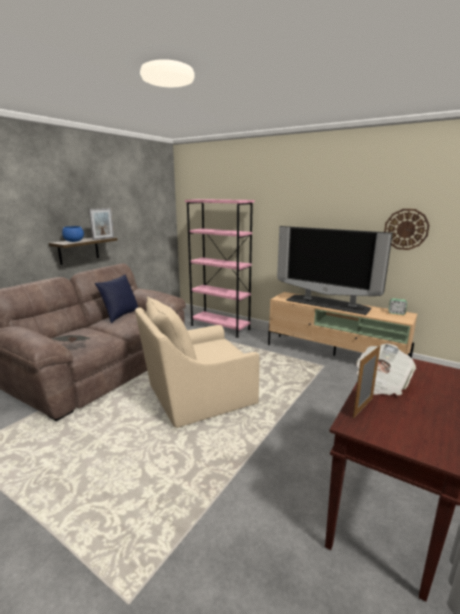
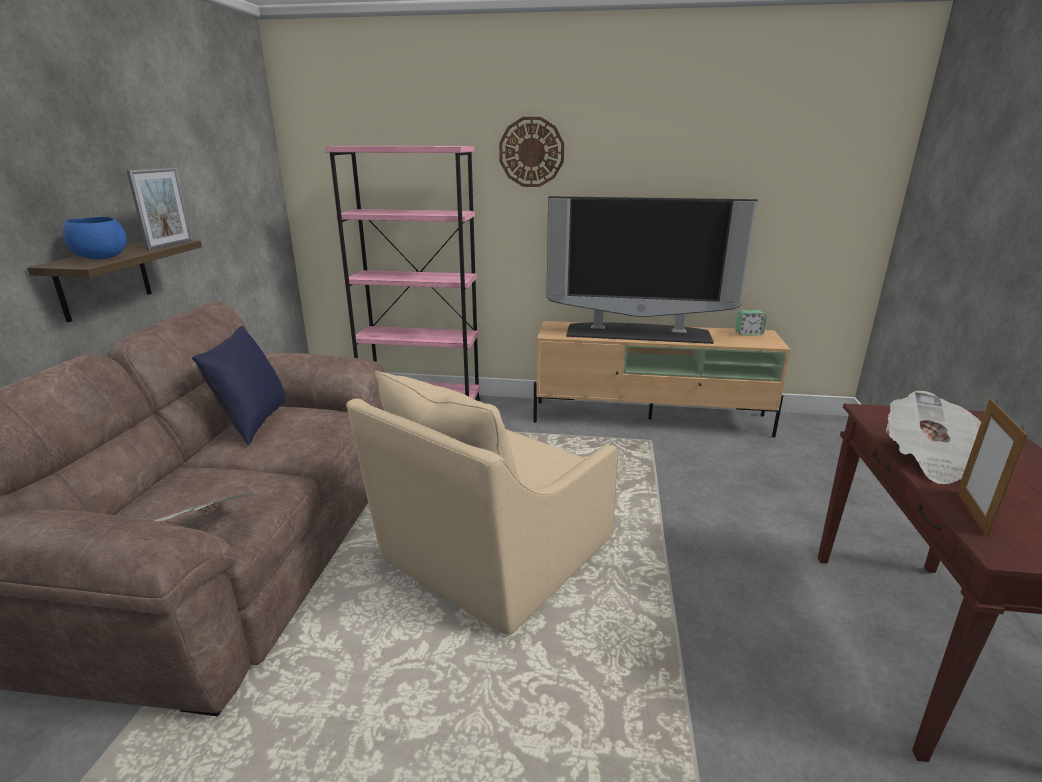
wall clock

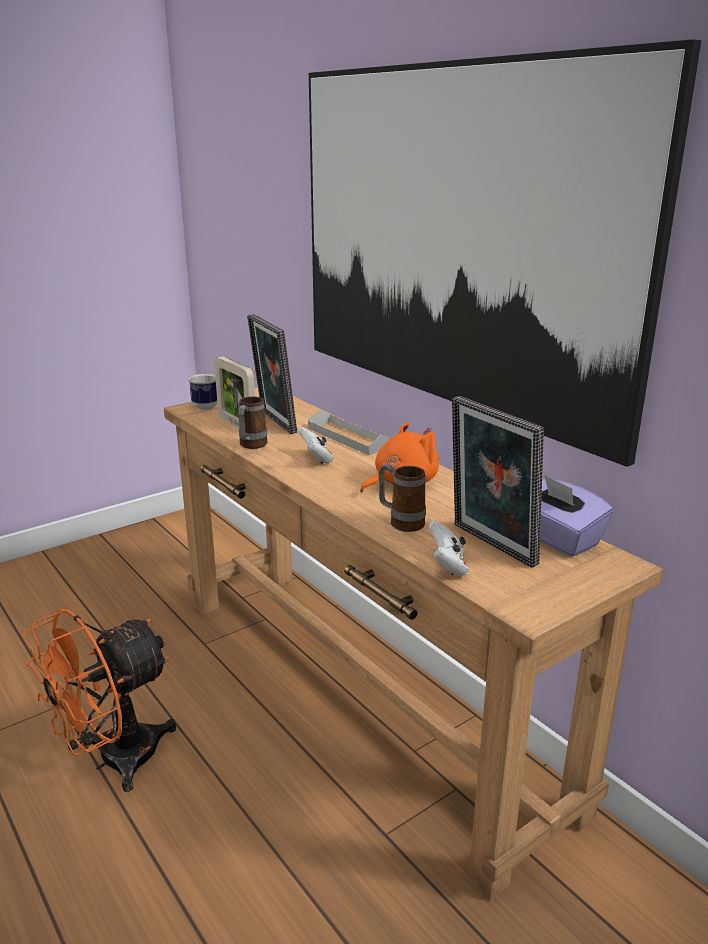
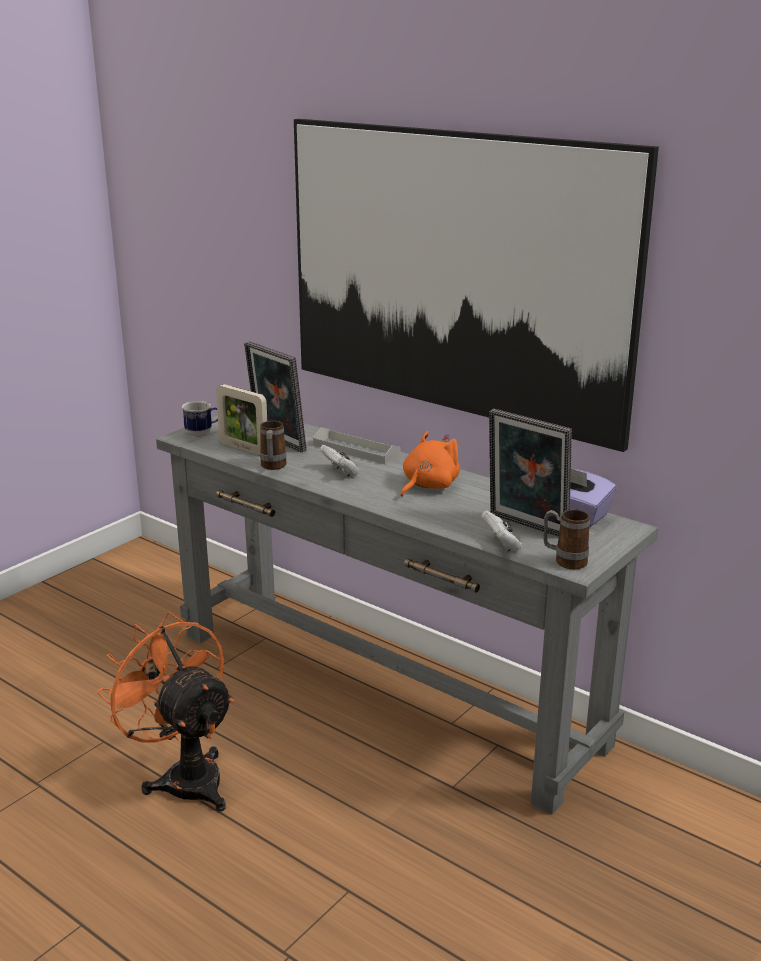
tea mug (3rd from left); grey narrow table; orangey electric fan

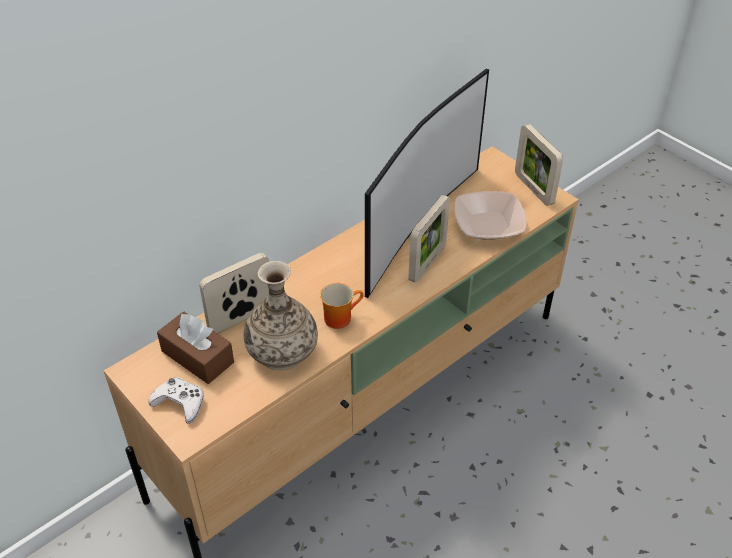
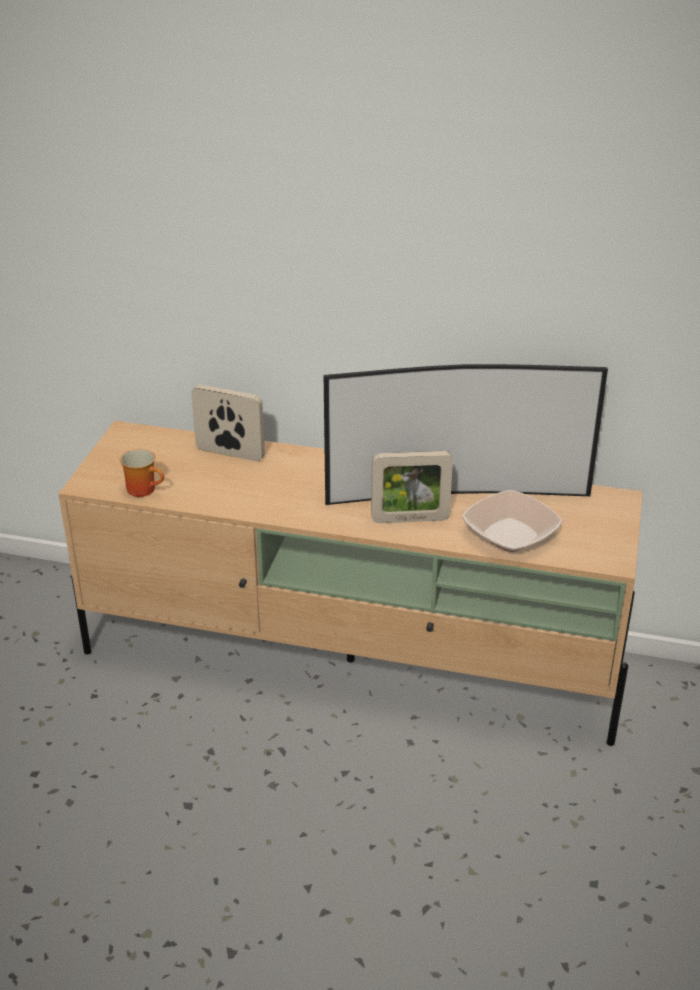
whitish gamepad; brown-coloured tissue box; decorative vase; picture frame (3rd from left in the first image); tea mug

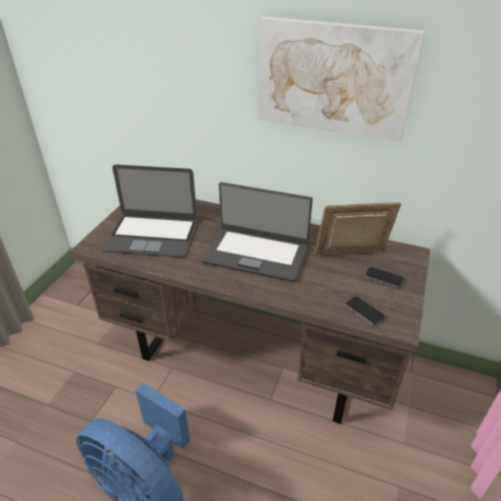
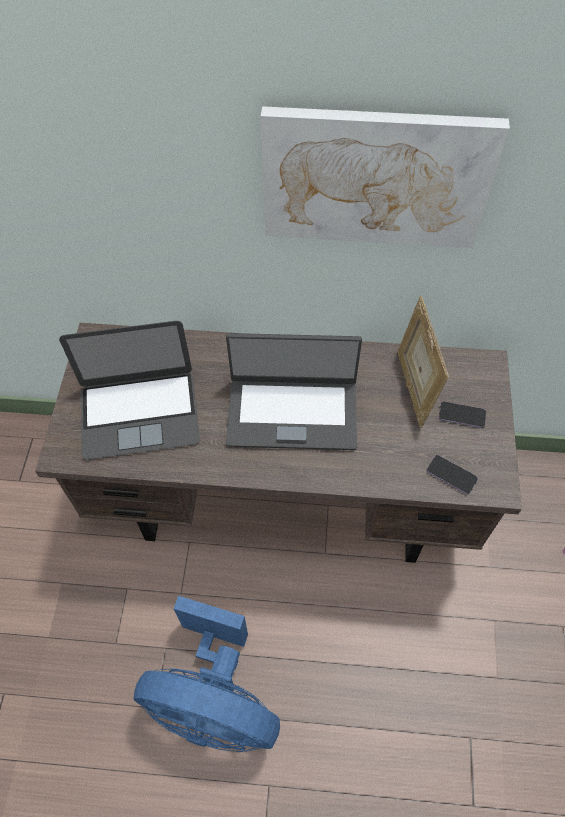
picture frame

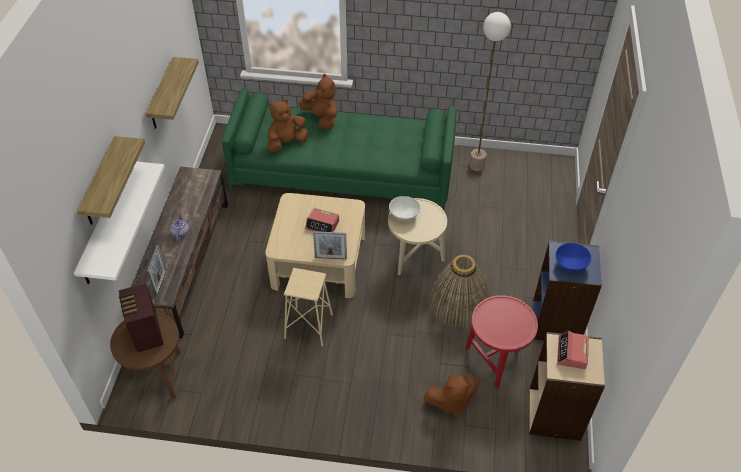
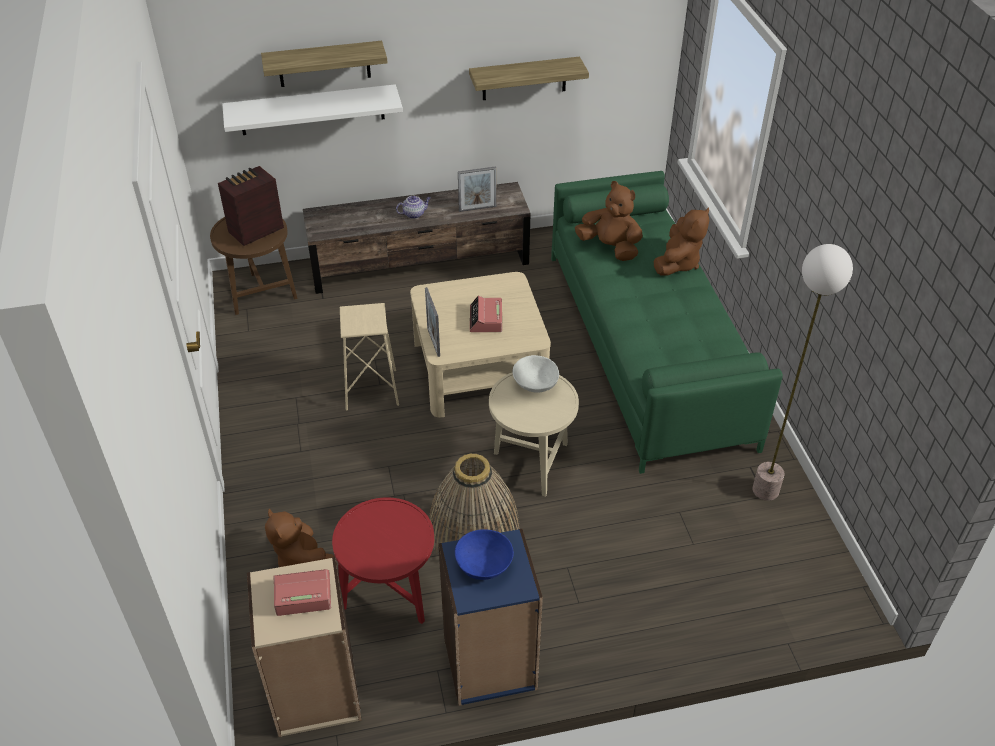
picture frame (2nd from left)

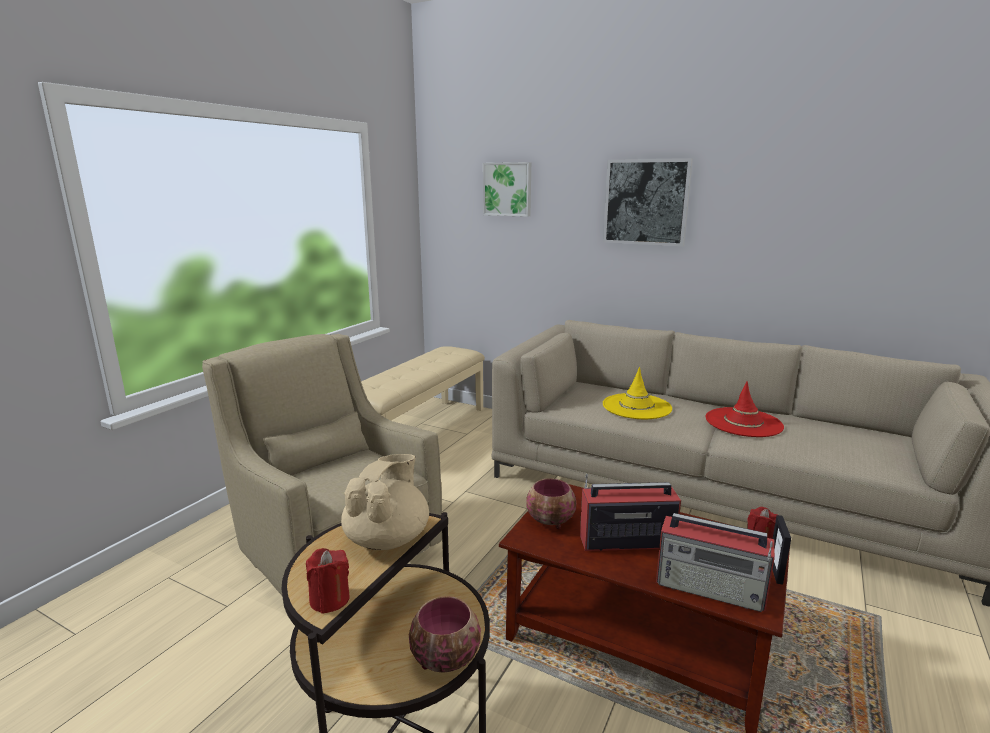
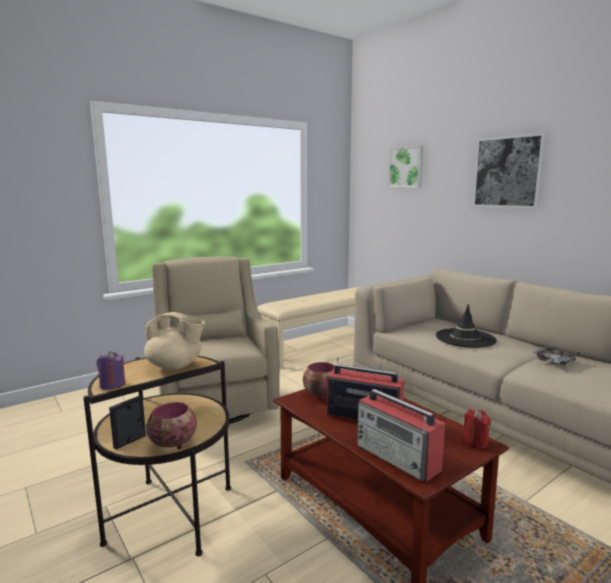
picture frame; grey tray; purple candle; blackish clothing hat; beige teapot

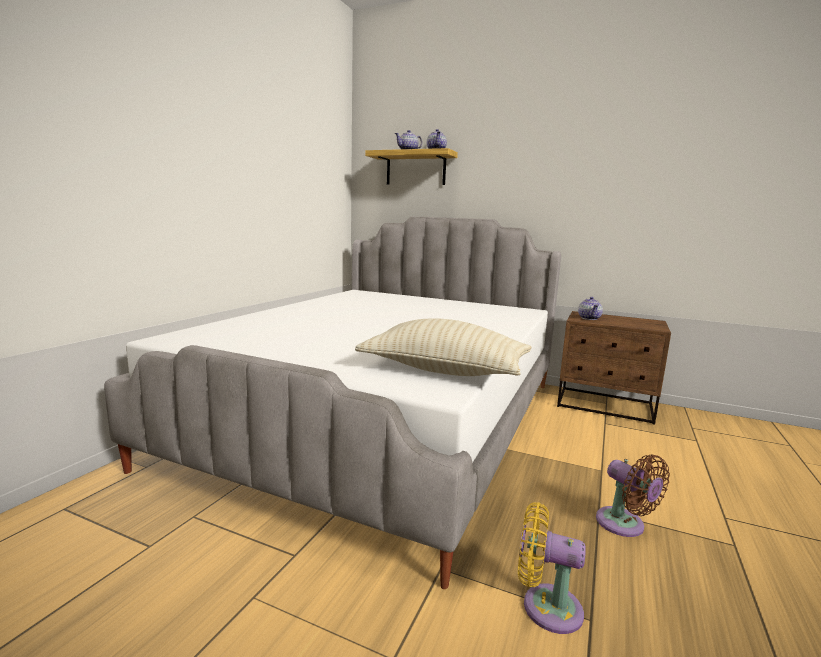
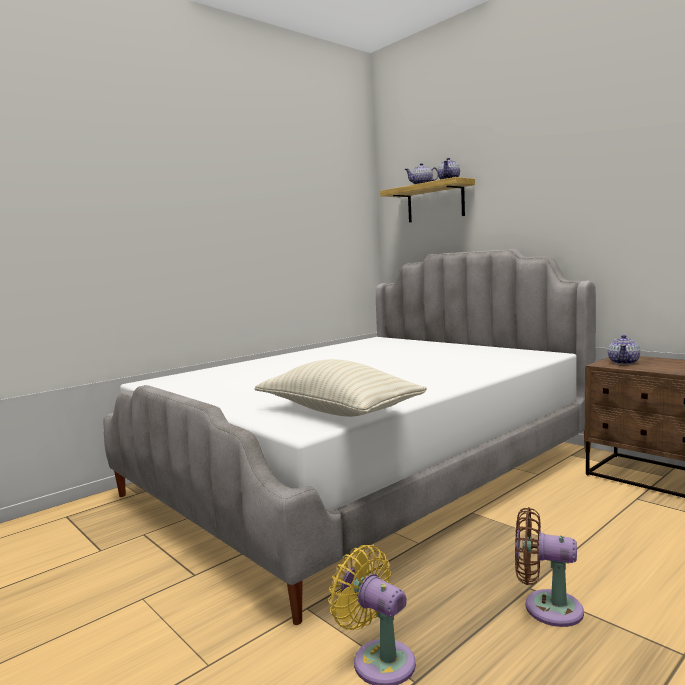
brown-coloured electric fan

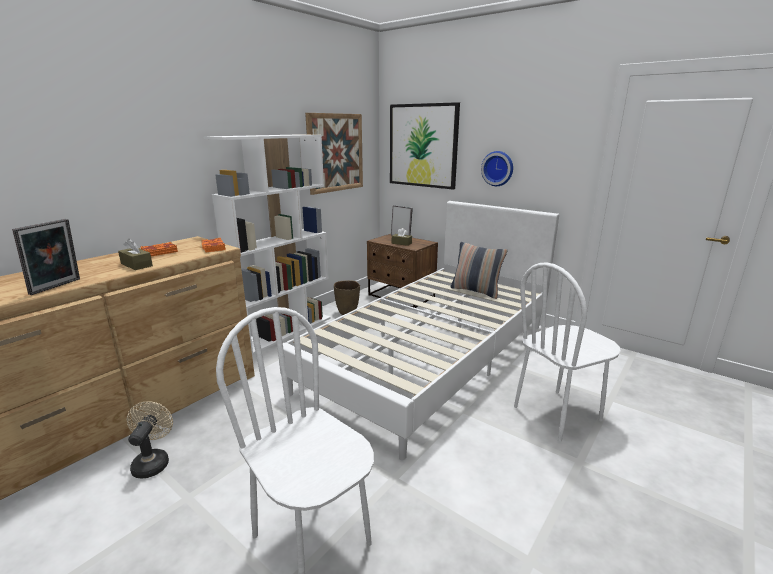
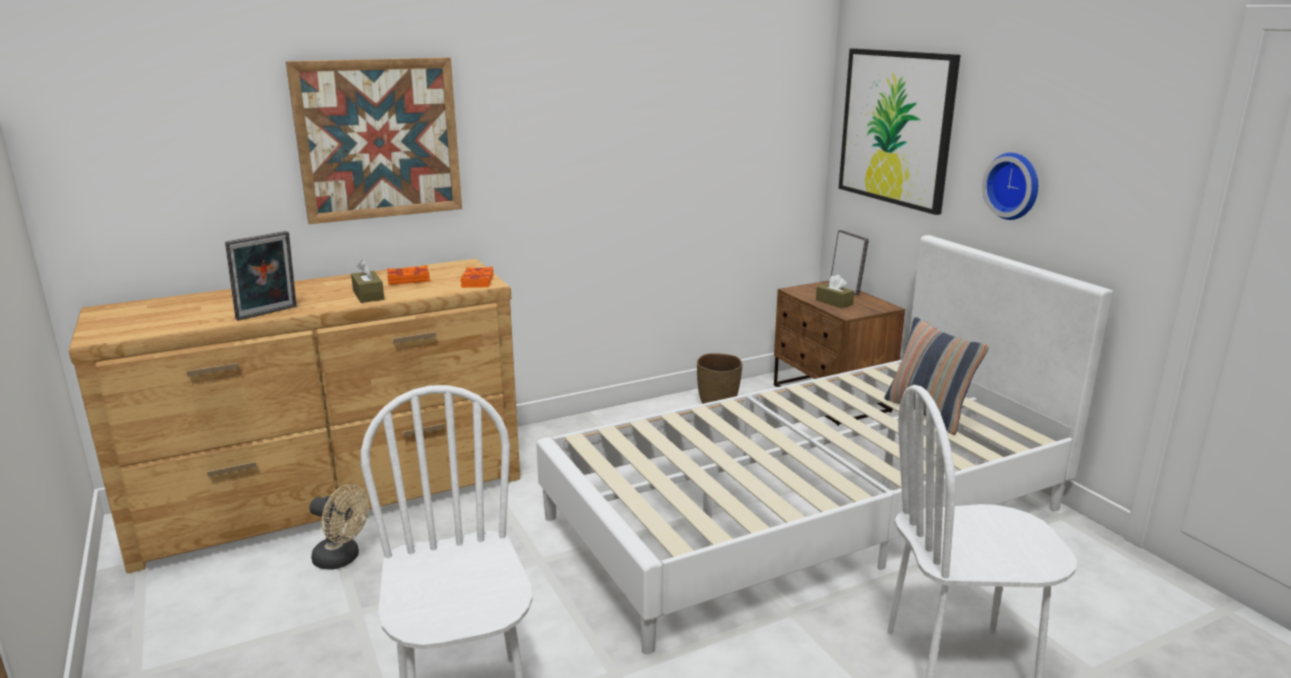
whitish bookshelf; picture (1st from left); beige electric fan

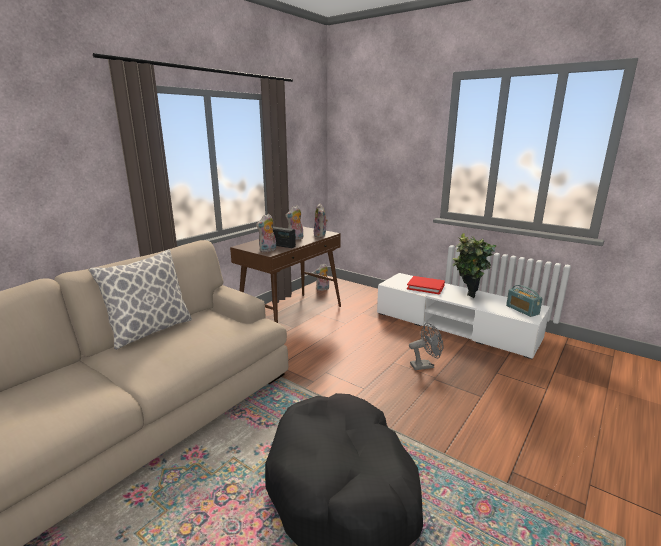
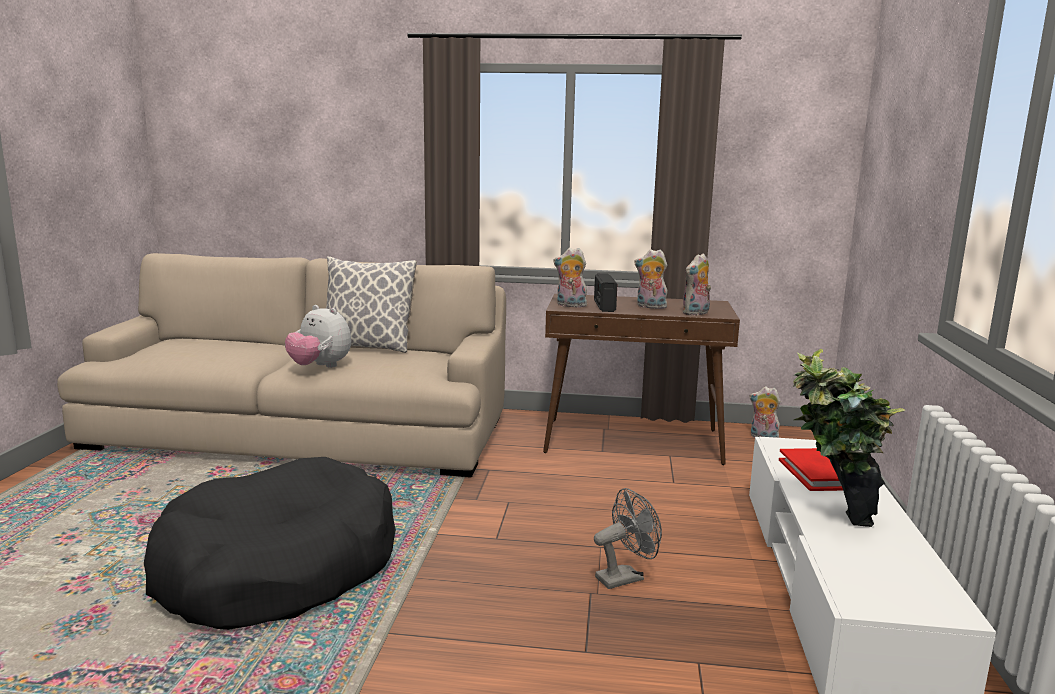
radio (2nd from left in the first image); plush toy (1st from left); grey electric fan

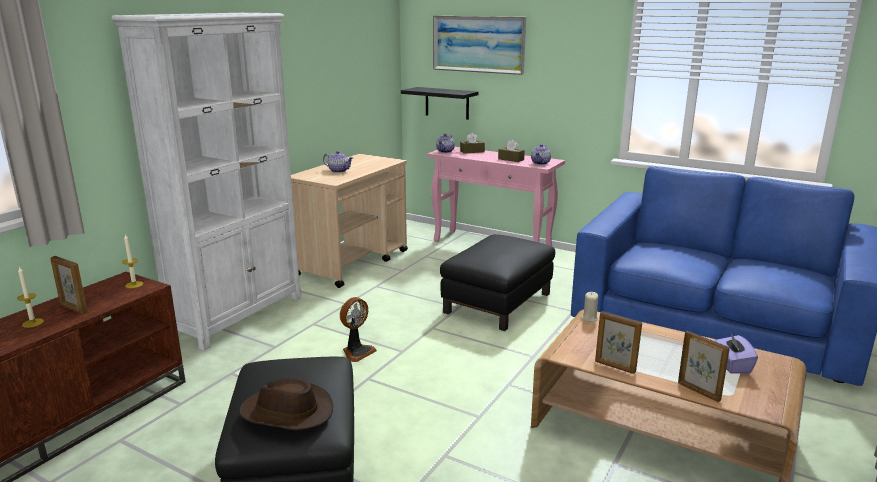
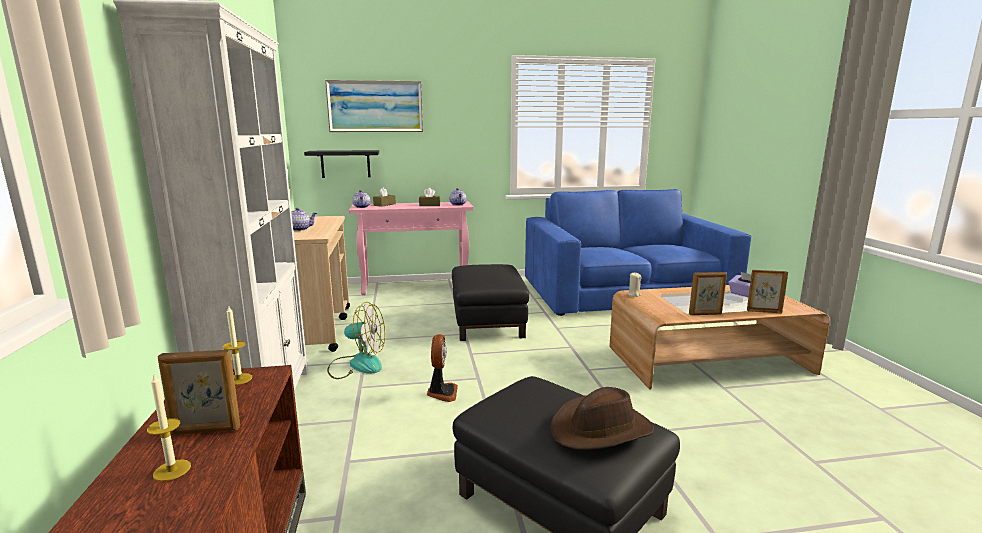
electric fan (1st from left)

